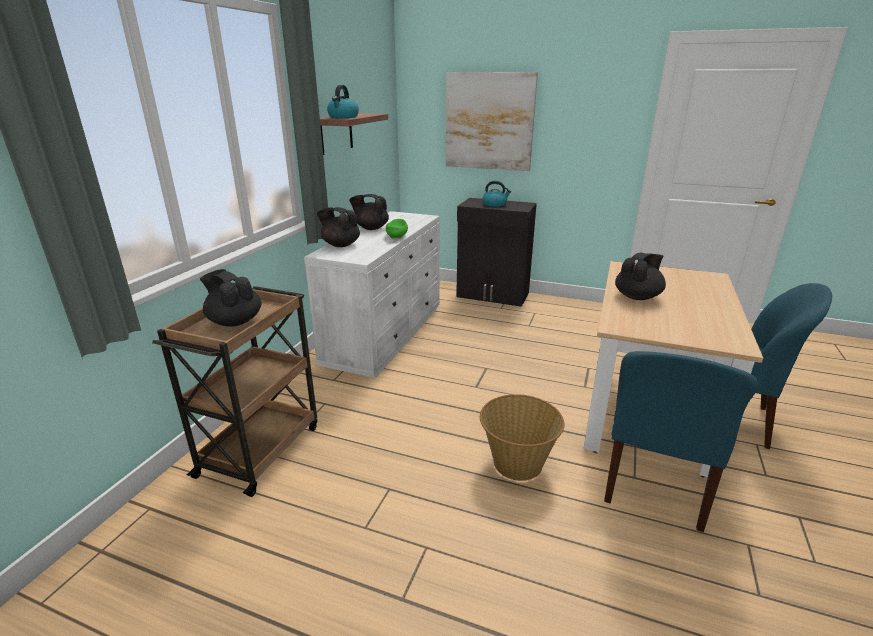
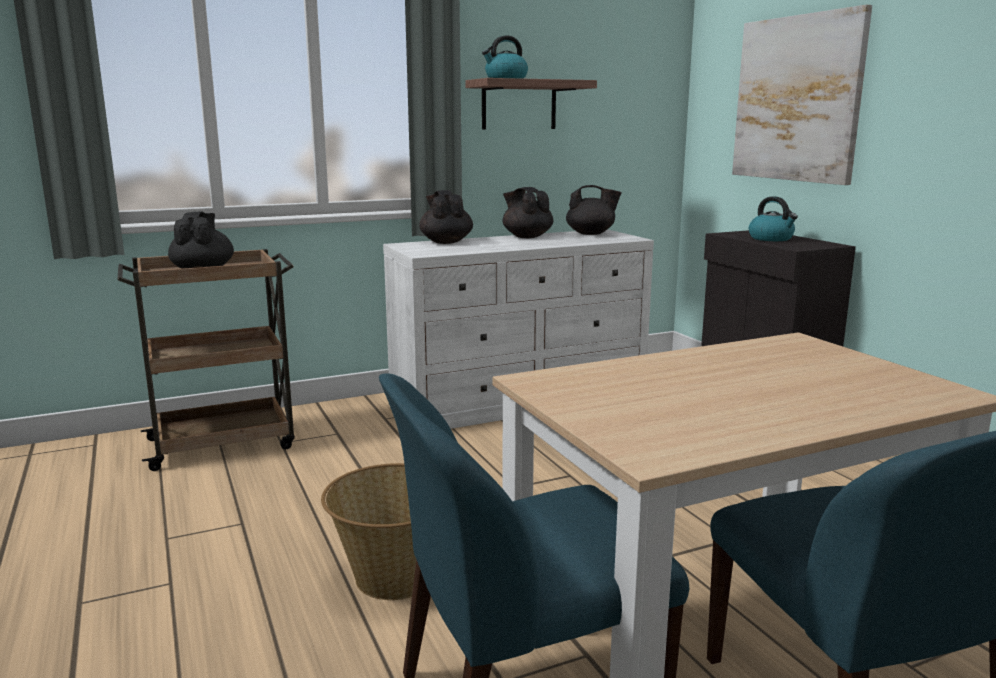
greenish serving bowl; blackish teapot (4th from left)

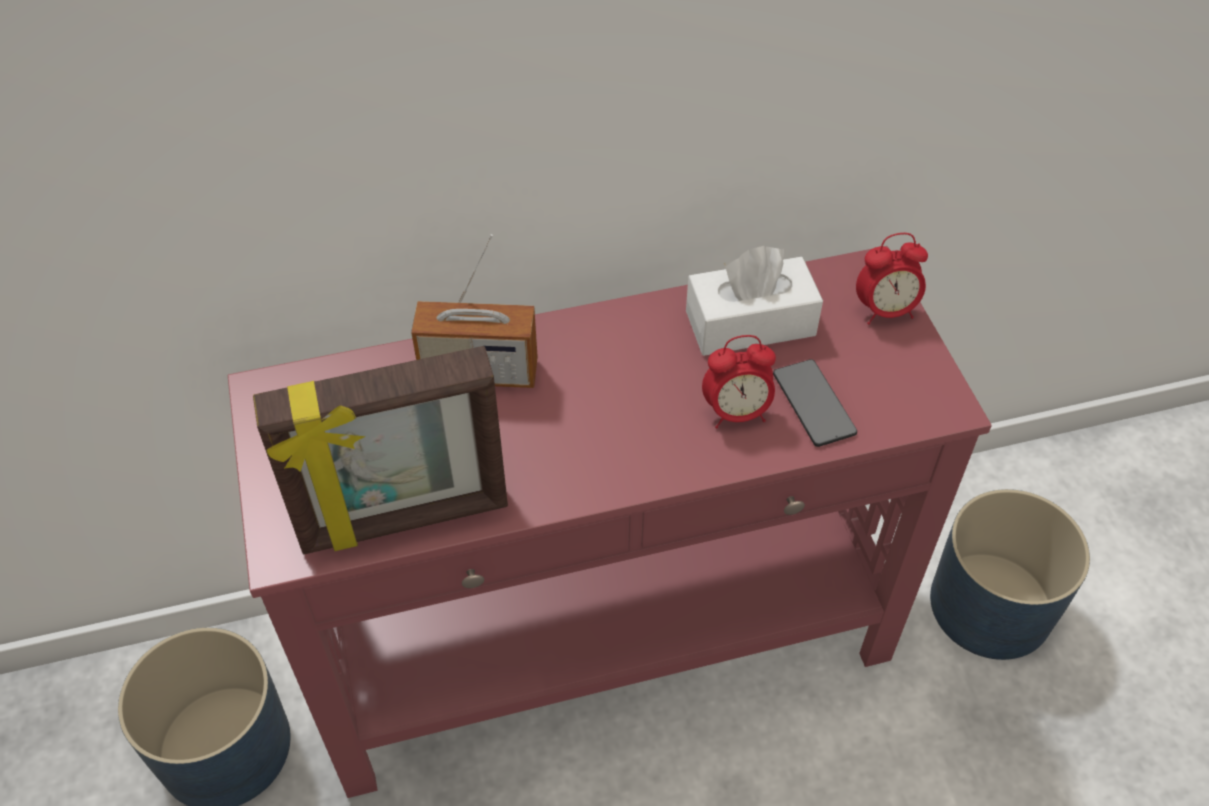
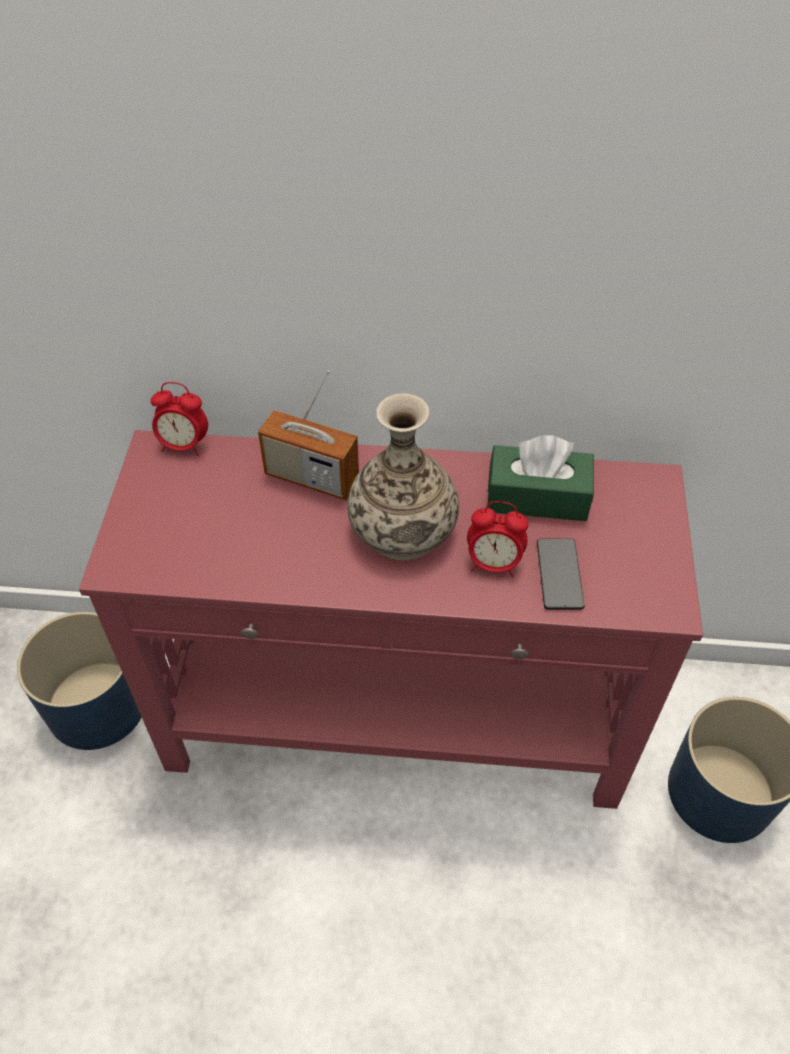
picture frame; decorative vase; bedside clock (1st from left); greenish tissue box

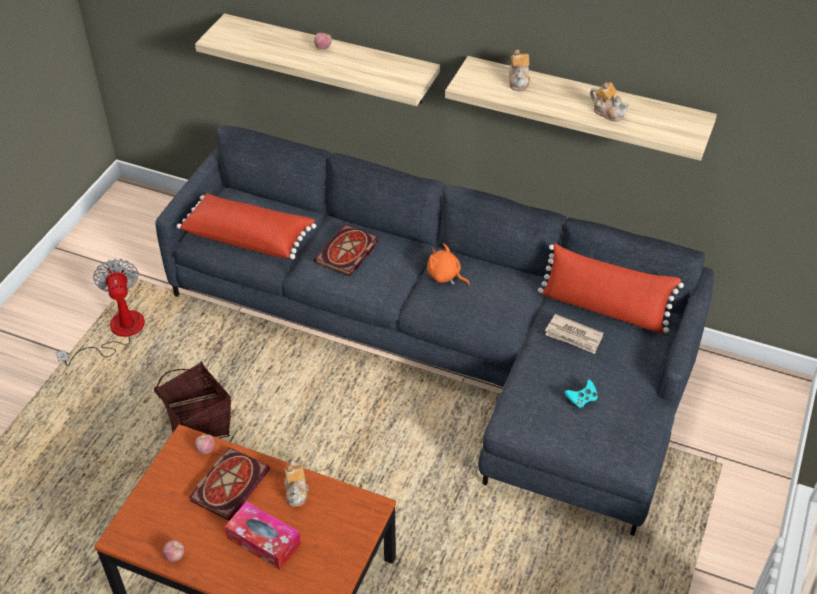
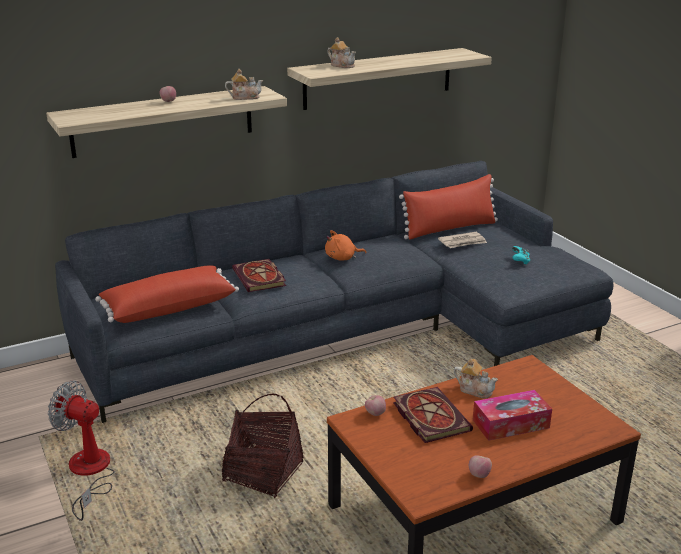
teapot (1st from left)

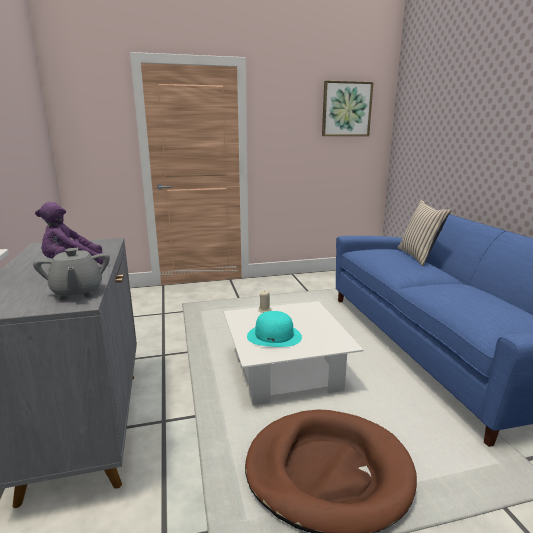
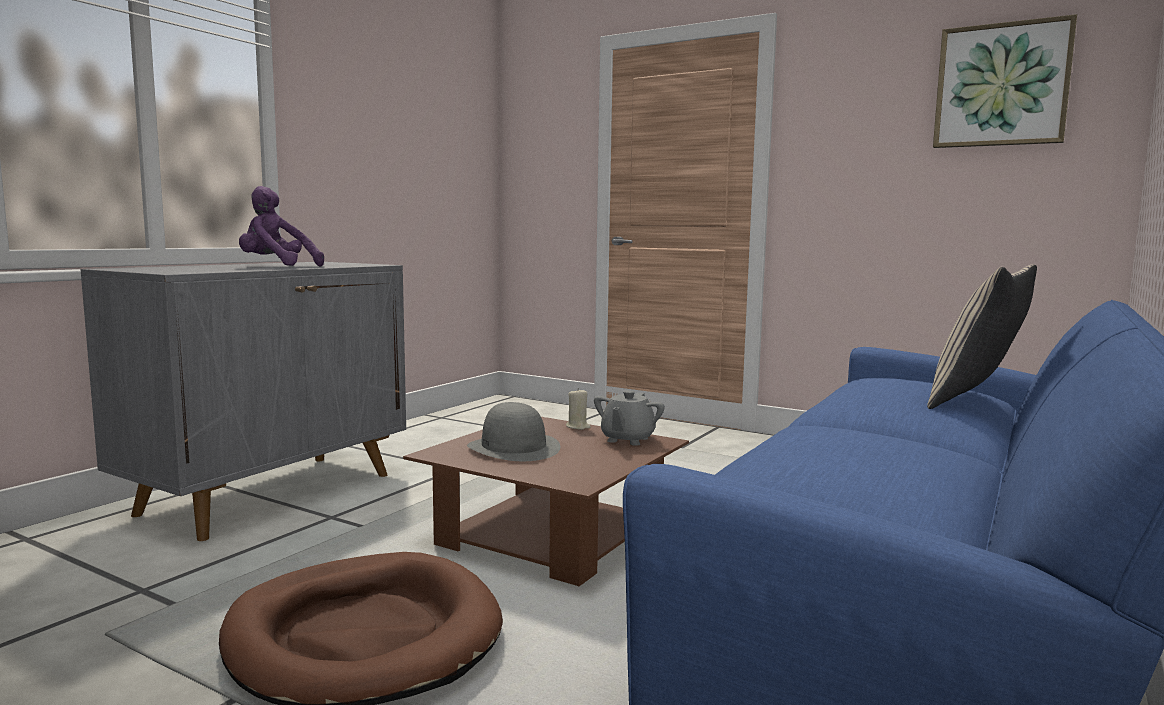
grey teapot; brown-coloured coffee table; grey clothing hat

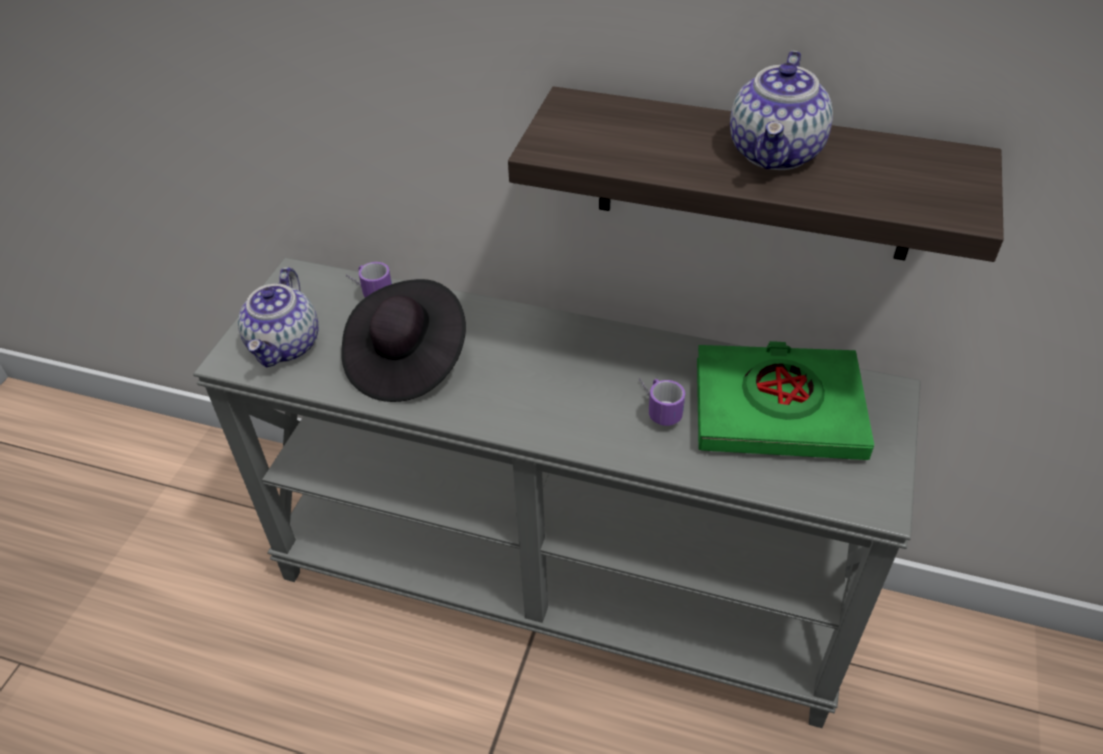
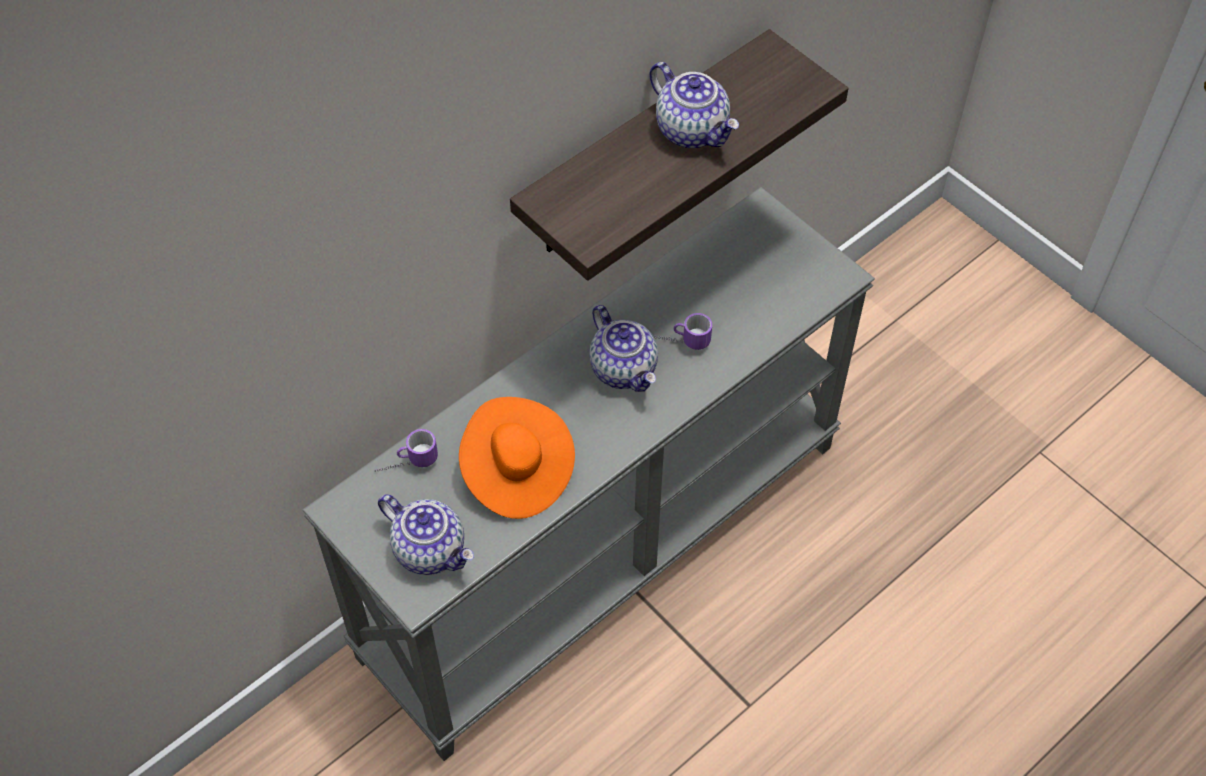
greenish volume; teapot (2nd from left); orangey clothing hat

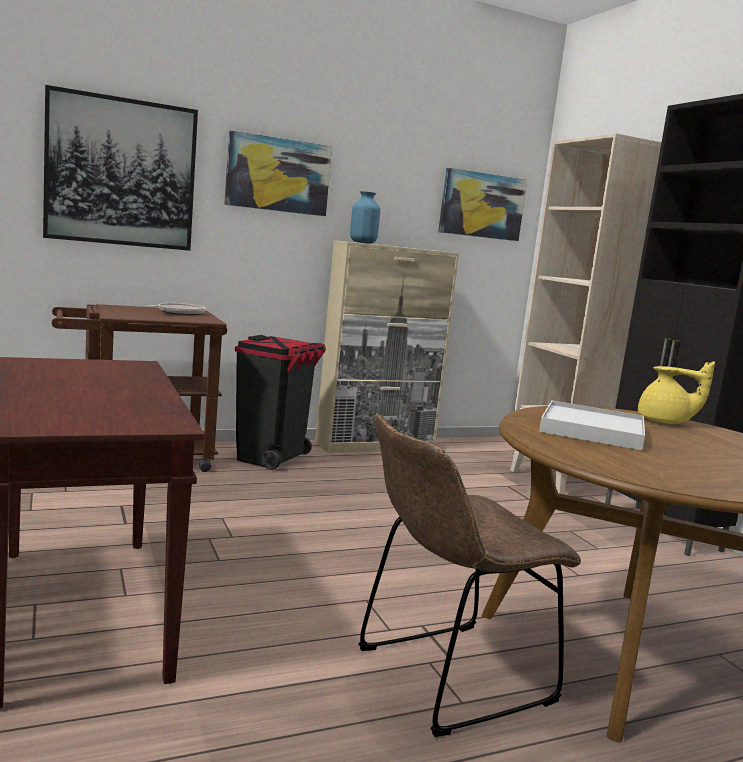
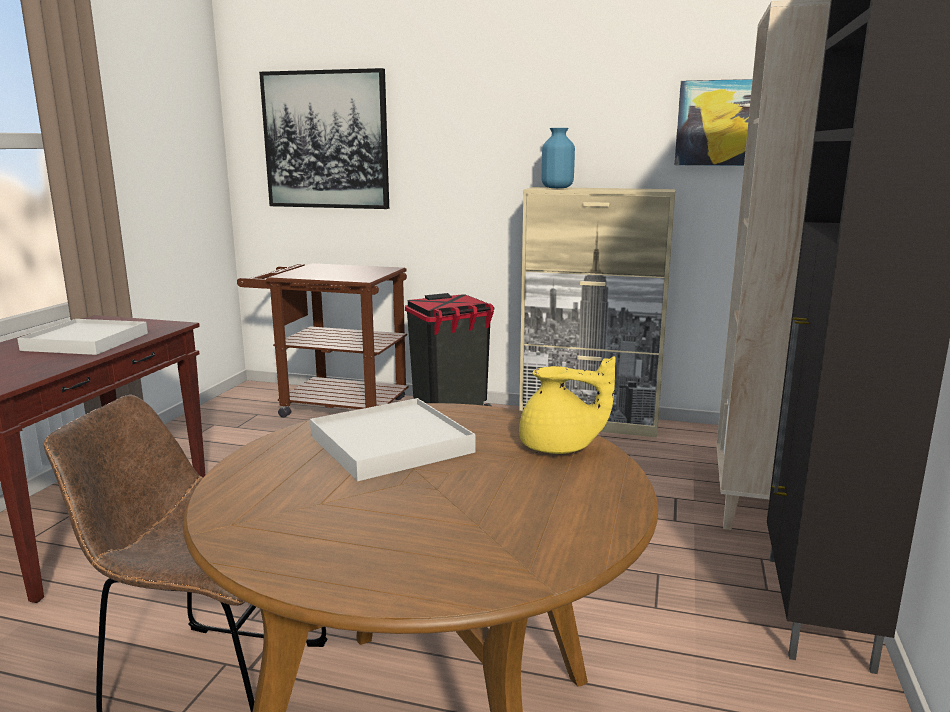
frying pan; picture (2nd from left in the first image); whitish tray (1st from left); yellowish teapot

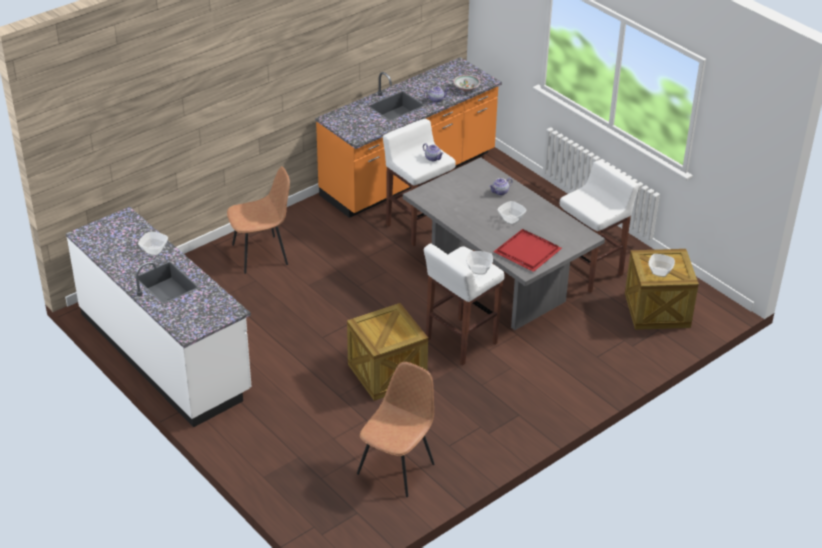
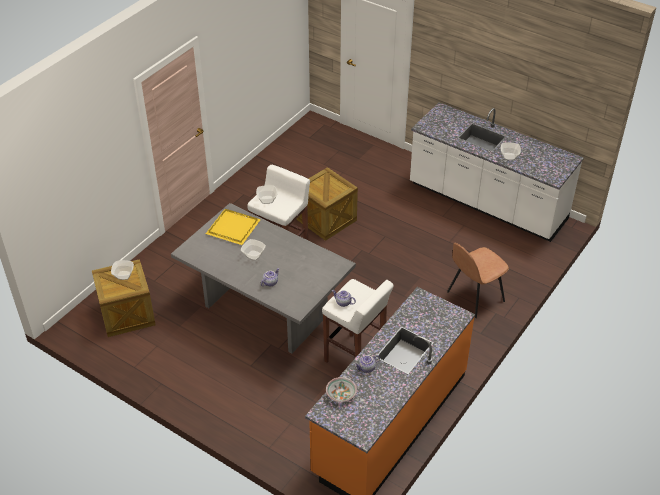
brown-coloured chair (2nd from left in the first image); whitish stool (3rd from left in the first image); yellowish tray

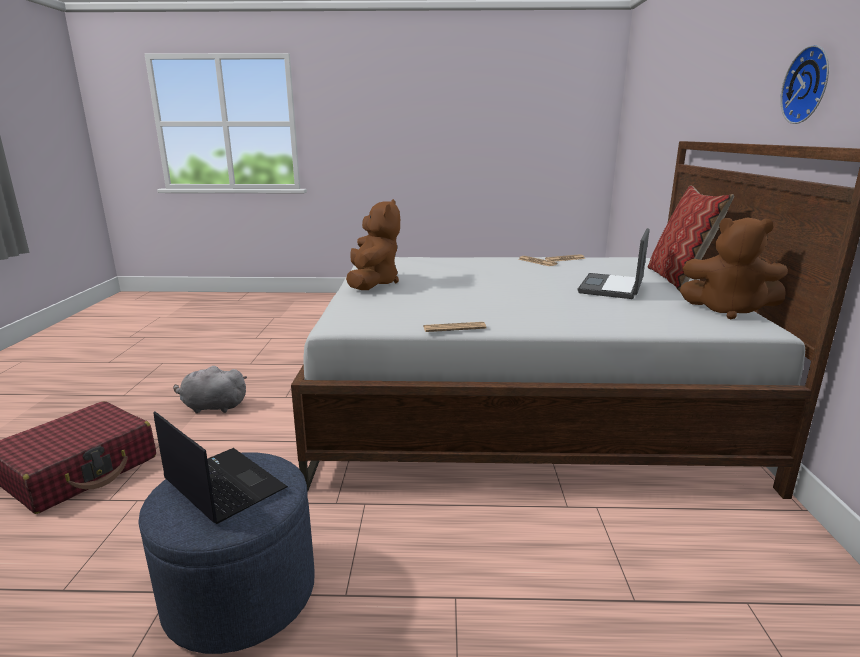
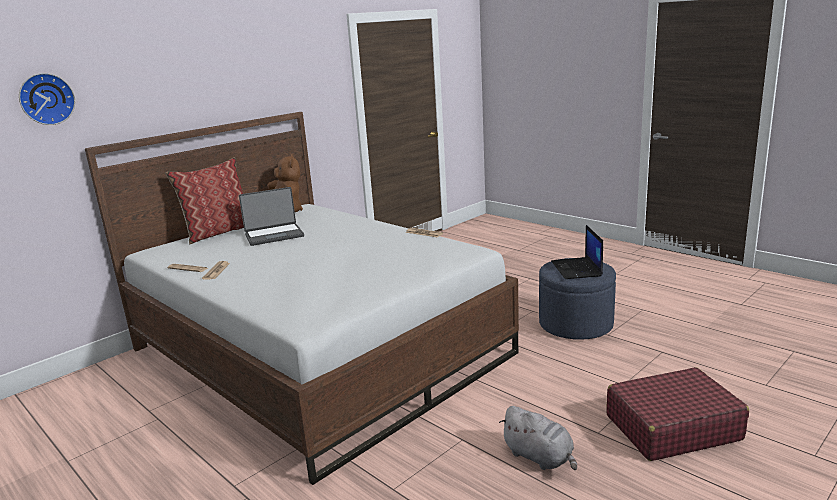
brown-coloured plush toy (1st from left in the first image); wall clock

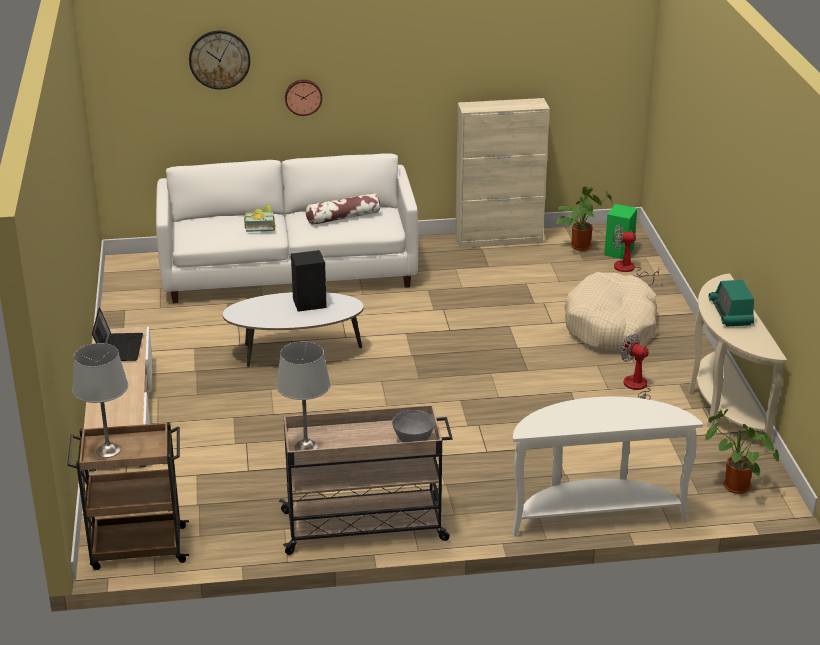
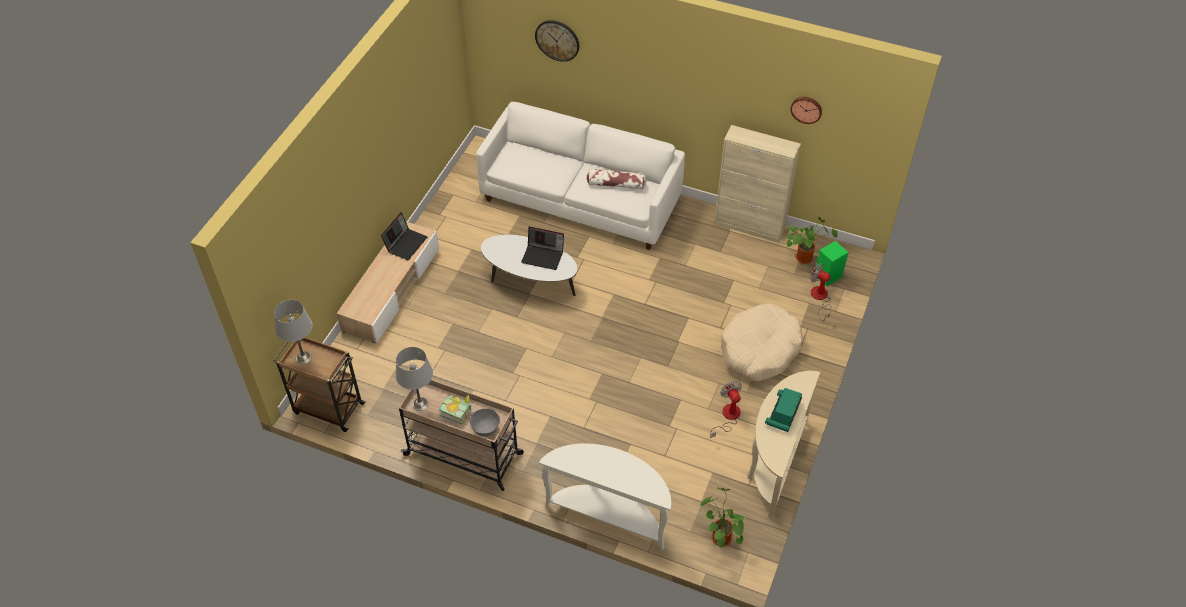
volume; wall clock (2nd from left); portable computer (2nd from left)

